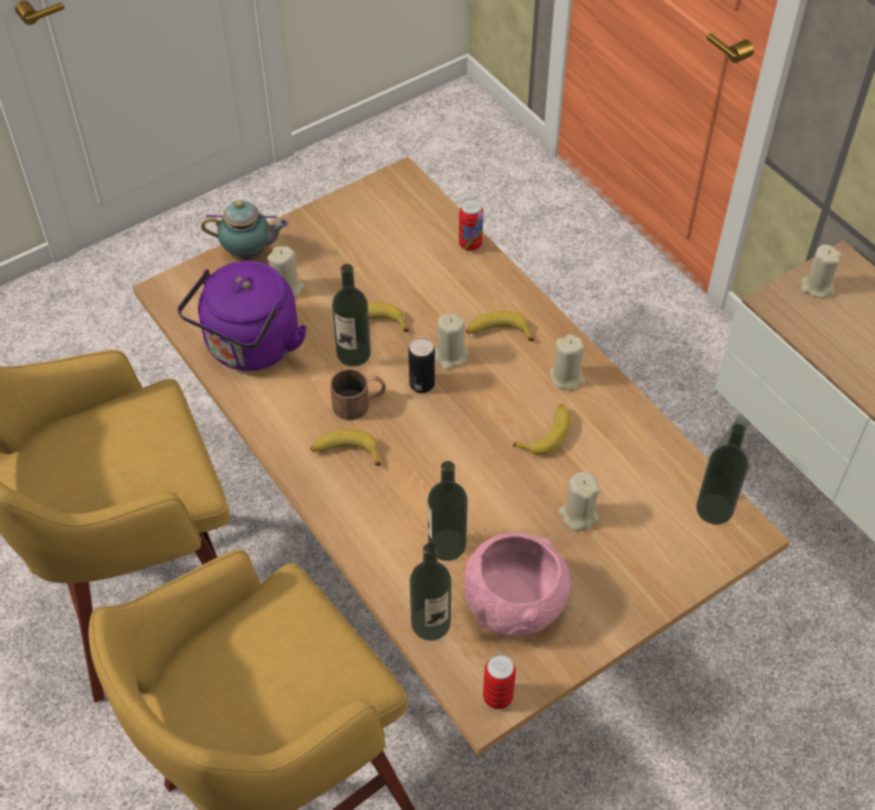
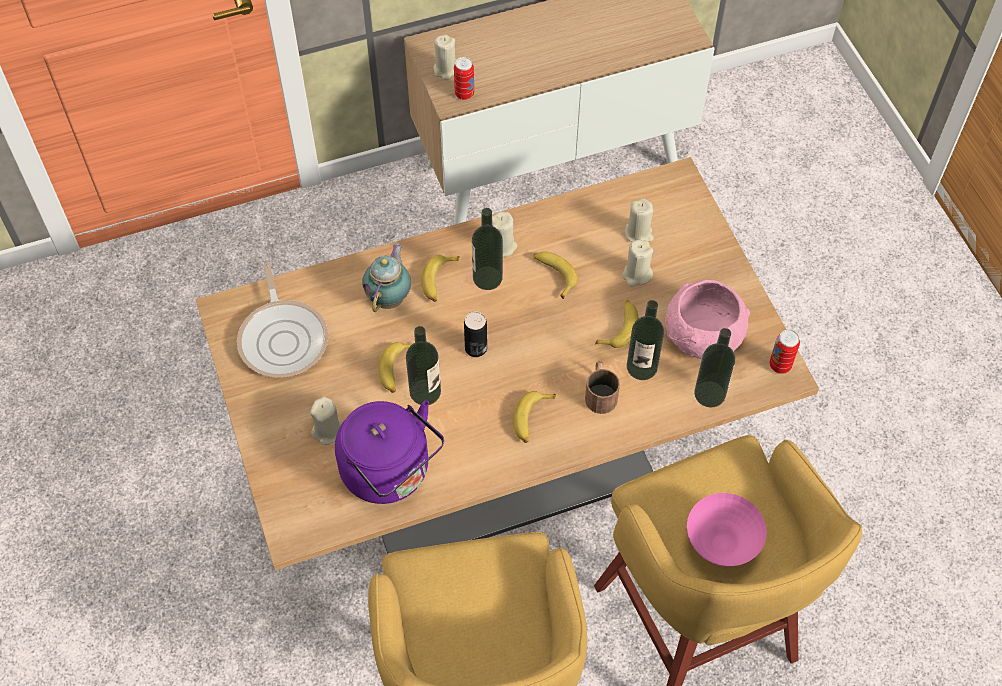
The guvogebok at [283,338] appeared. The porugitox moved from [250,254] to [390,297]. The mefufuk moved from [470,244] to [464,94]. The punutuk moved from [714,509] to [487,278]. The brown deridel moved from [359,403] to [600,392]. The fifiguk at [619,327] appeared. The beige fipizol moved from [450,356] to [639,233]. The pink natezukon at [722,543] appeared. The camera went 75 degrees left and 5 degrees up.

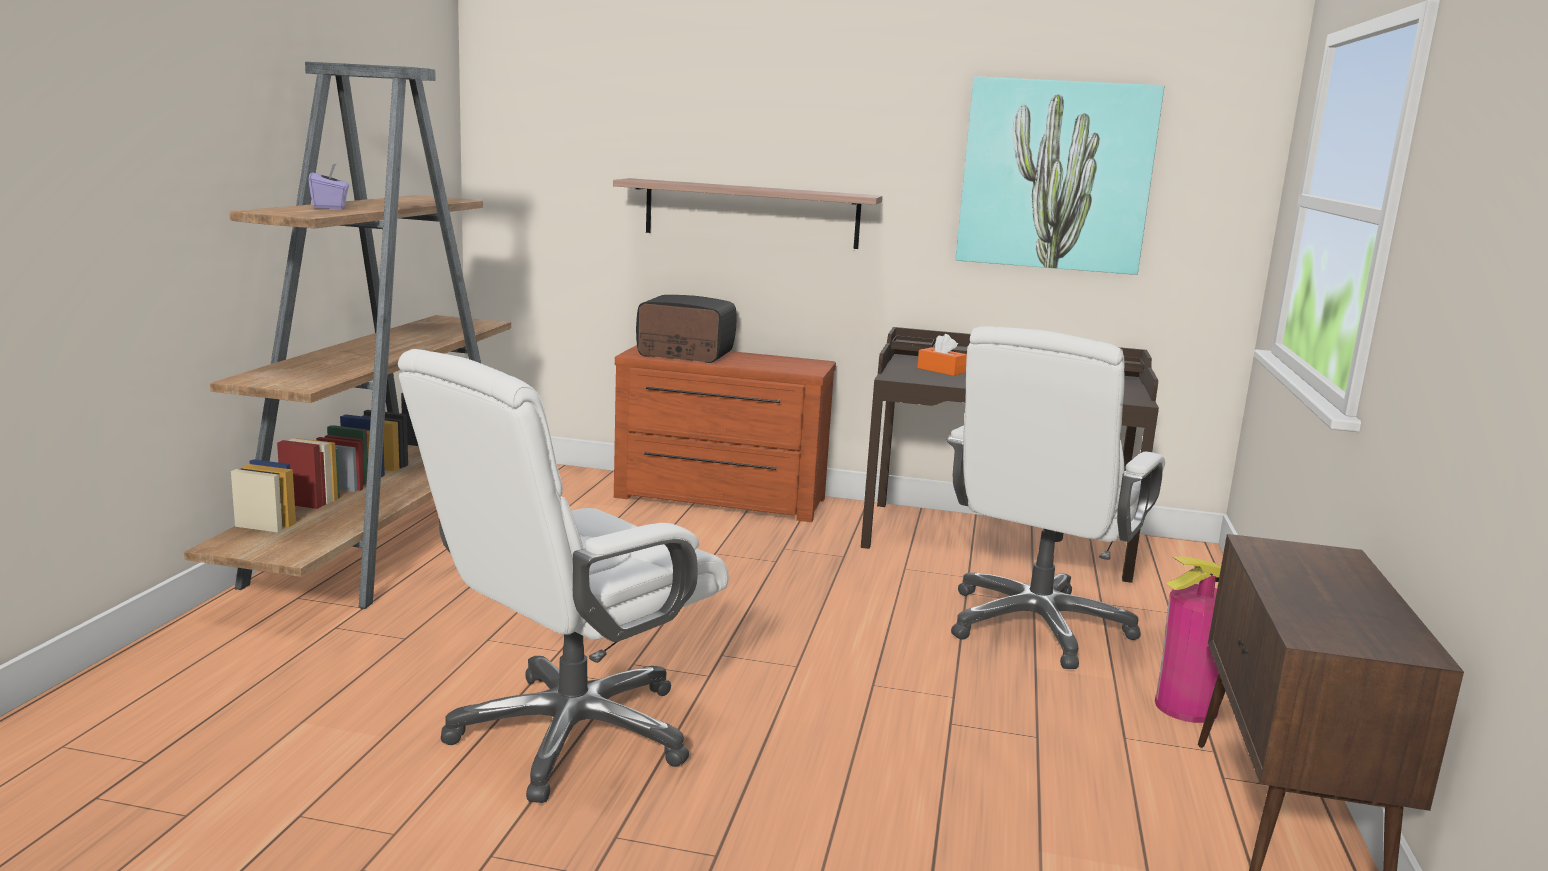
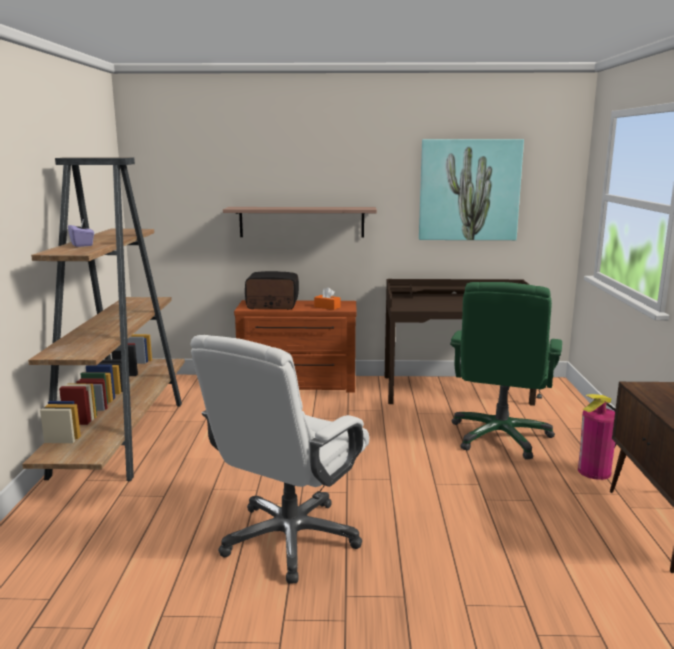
The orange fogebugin moved from [941,370] to [327,307]. The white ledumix at [1036,626] became the green ledumix at [500,437]. The camera went 10 degrees left and 0 degrees up.

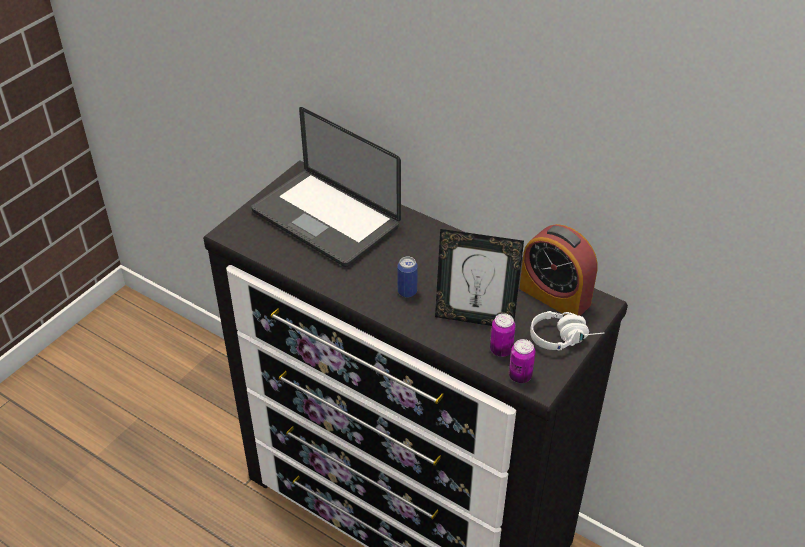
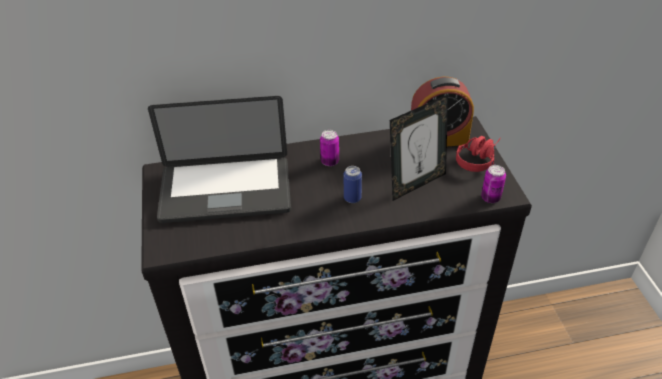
The mefufuk moved from [501,350] to [330,161]. The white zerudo at [565,337] became the red zerudo at [478,158]. The camera went 45 degrees left and 0 degrees up.

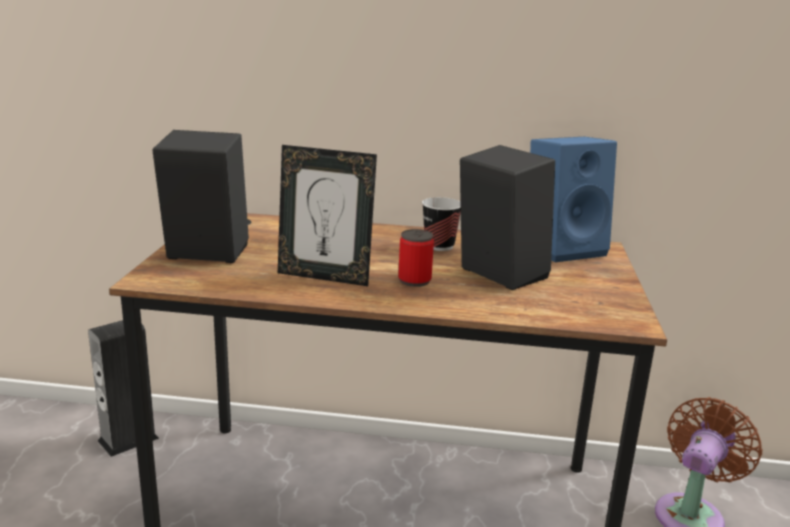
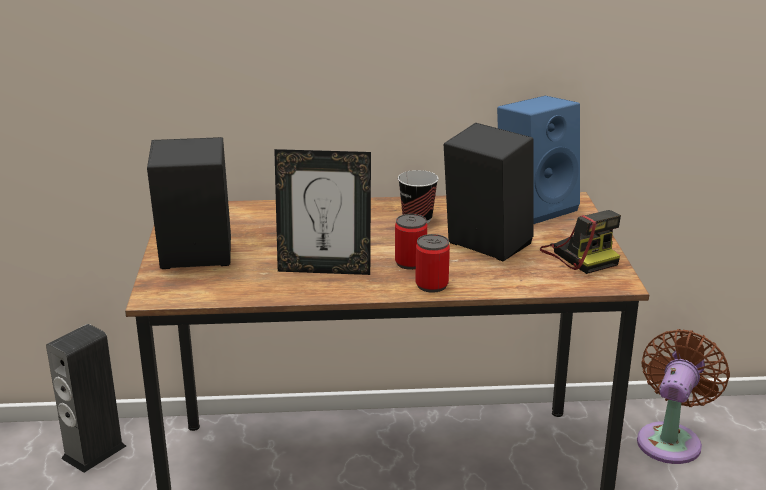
The mefufuk at [431,285] appeared. The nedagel at [579,255] appeared. The camera went 10 degrees left and 5 degrees up.

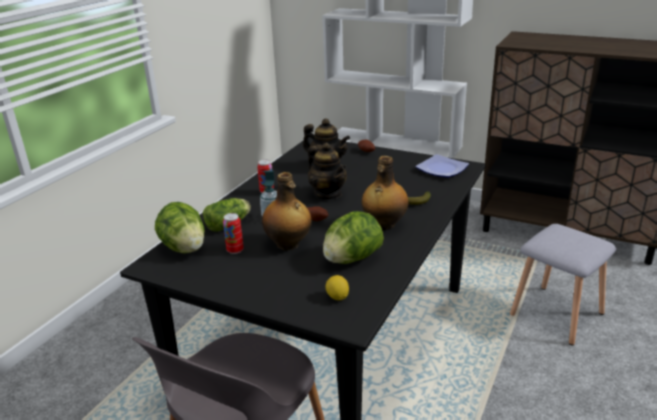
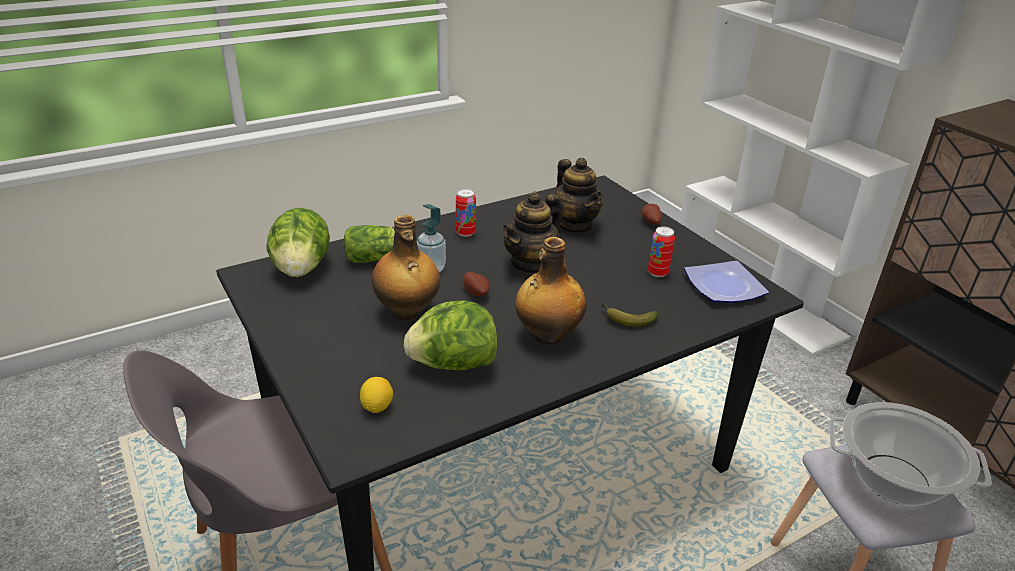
The porugitox at [328,194] turned 45 degrees clockwise. The mefufuk moved from [235,250] to [657,273]. The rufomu at [893,480] appeared. The camera went 30 degrees right and 5 degrees up.

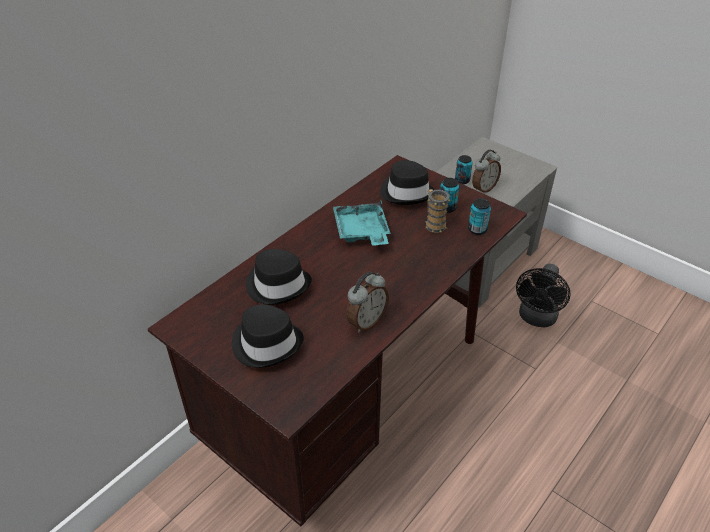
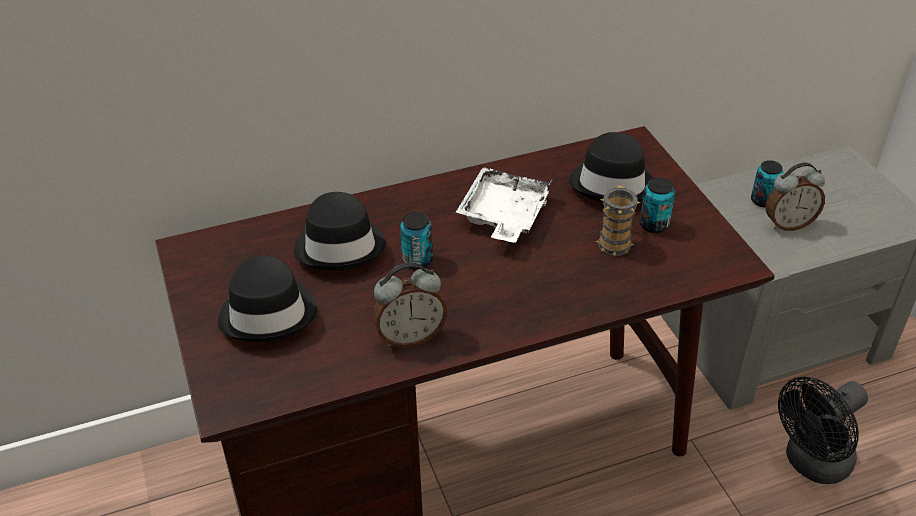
The mefufuk moved from [477,229] to [417,260]. The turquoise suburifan at [361,232] became the white suburifan at [503,216]. The camera went 30 degrees right and 0 degrees up.

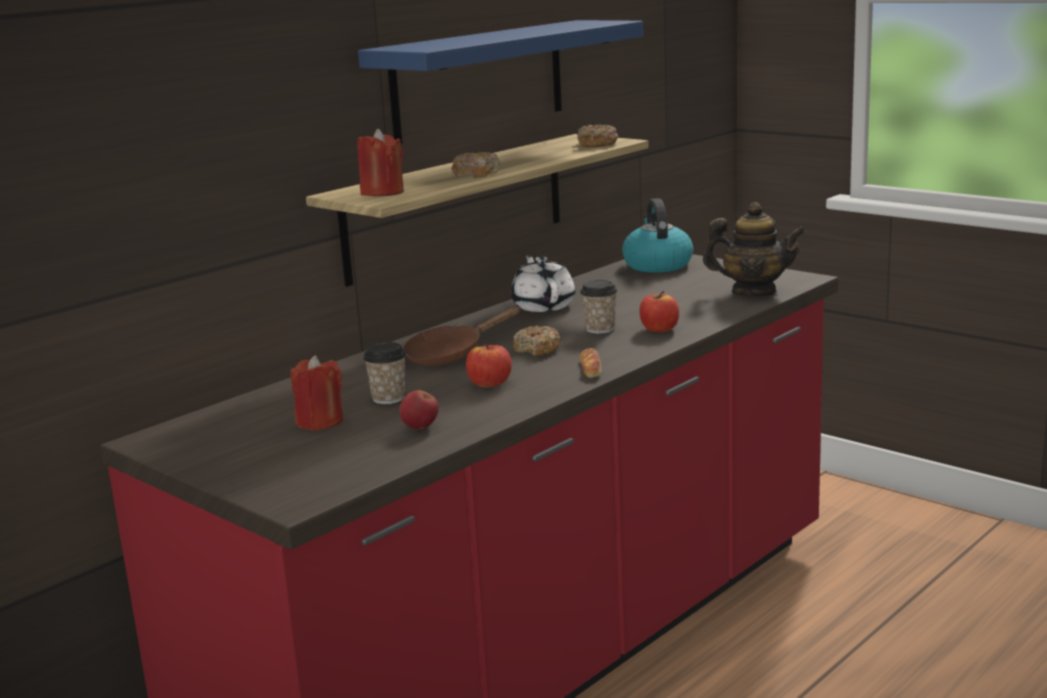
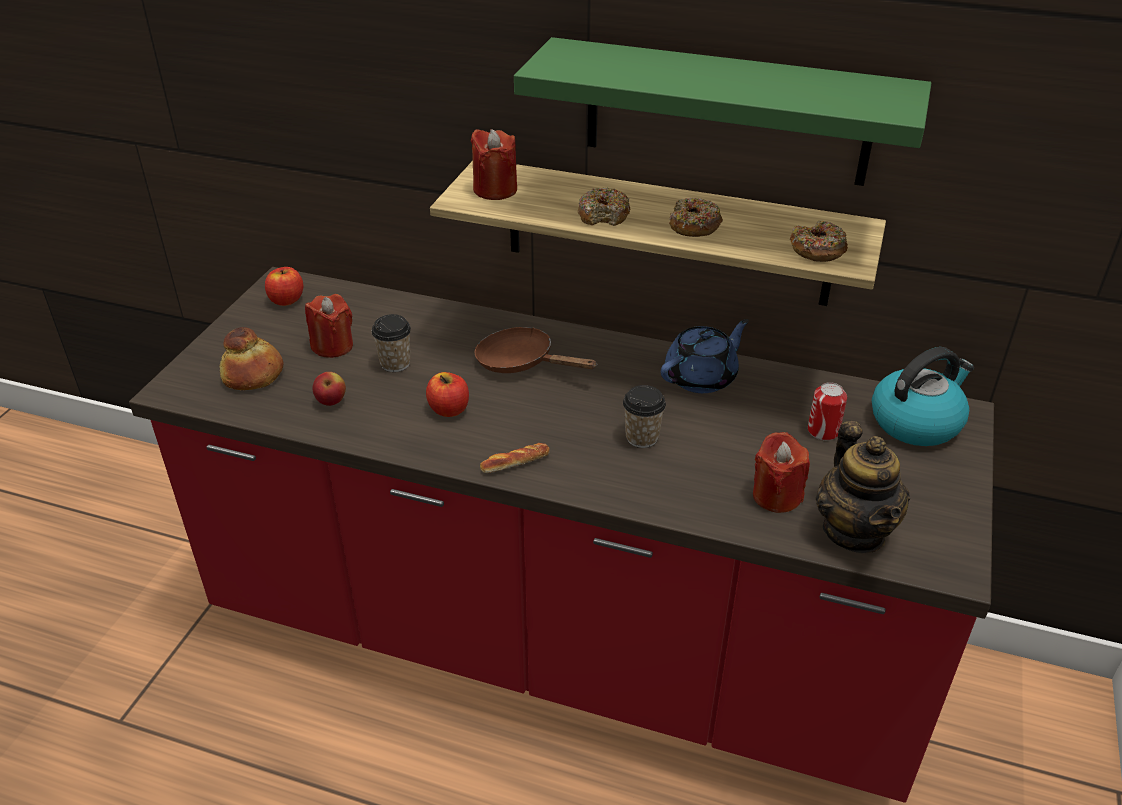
The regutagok at [254,374] appeared. The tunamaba moved from [659,329] to [286,300]. The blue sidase at [479,80] became the green sidase at [726,112]. The white porugitox at [543,305] became the blue porugitox at [702,377]. The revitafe moved from [537,349] to [694,226]. The red fipizol at [776,496] appeared. The mefufuk at [823,431] appeared. The camera went 65 degrees right and 20 degrees up.

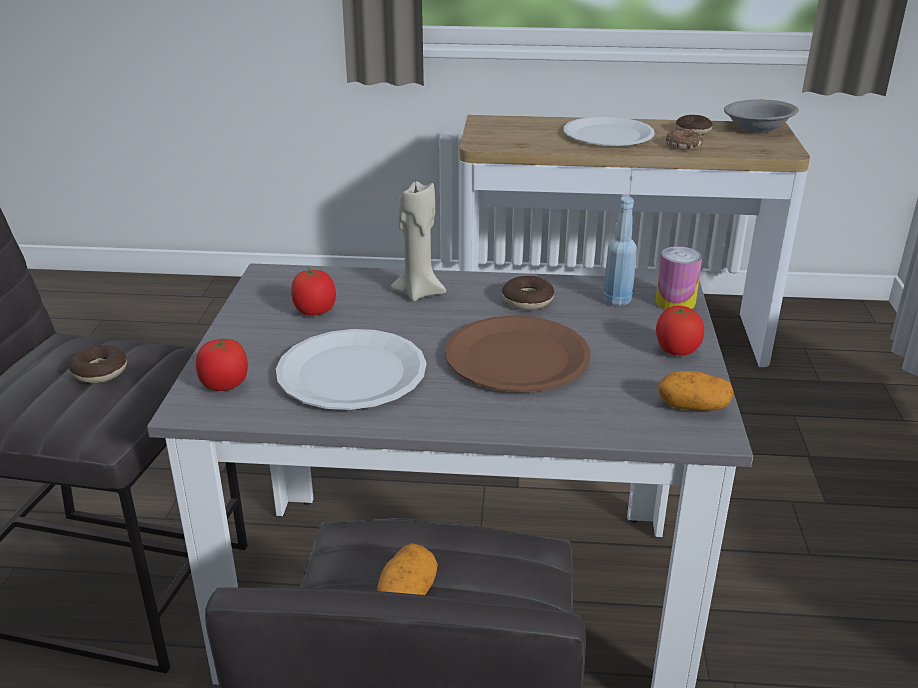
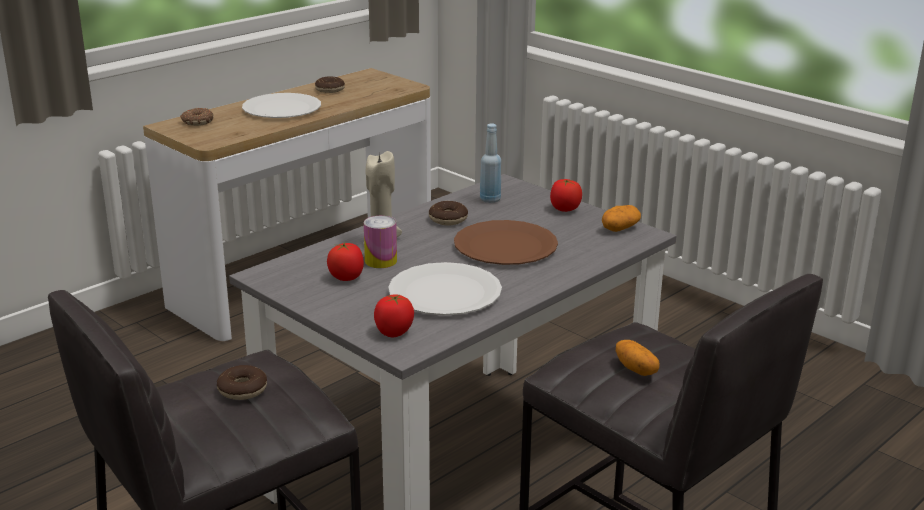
The revitafe moved from [682,145] to [197,122]. The mefufuk moved from [675,302] to [381,261]. The grey natezukon at [757,129] disappeared. The camera went 50 degrees left and 5 degrees down.

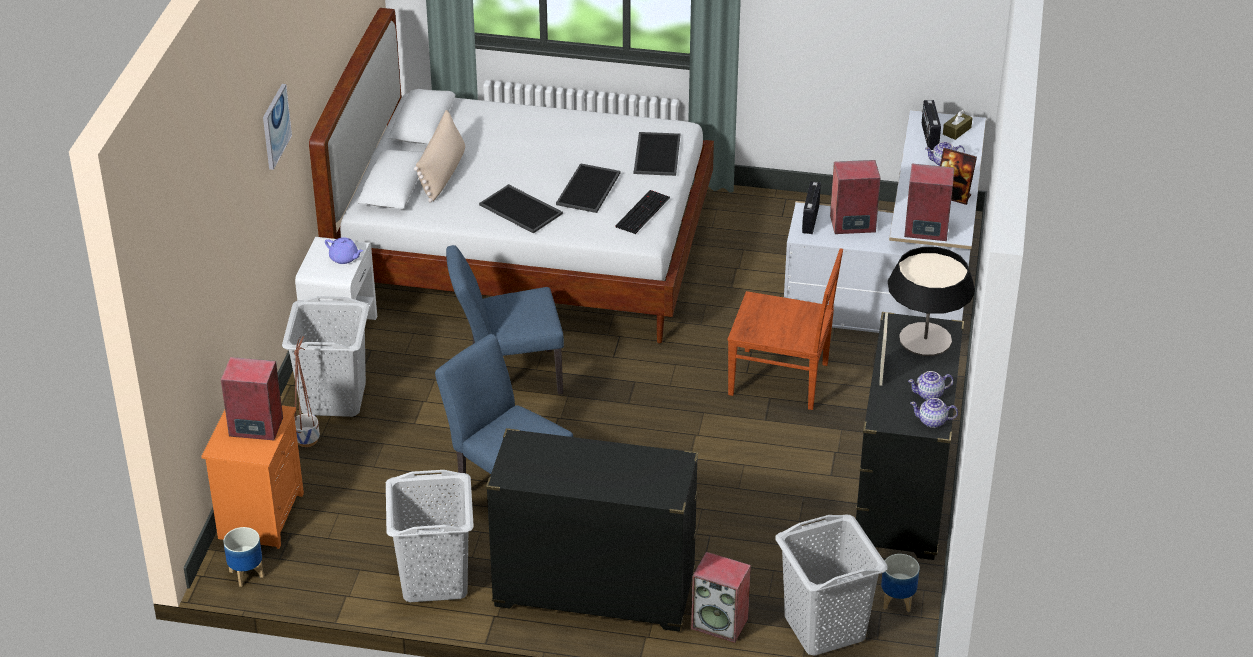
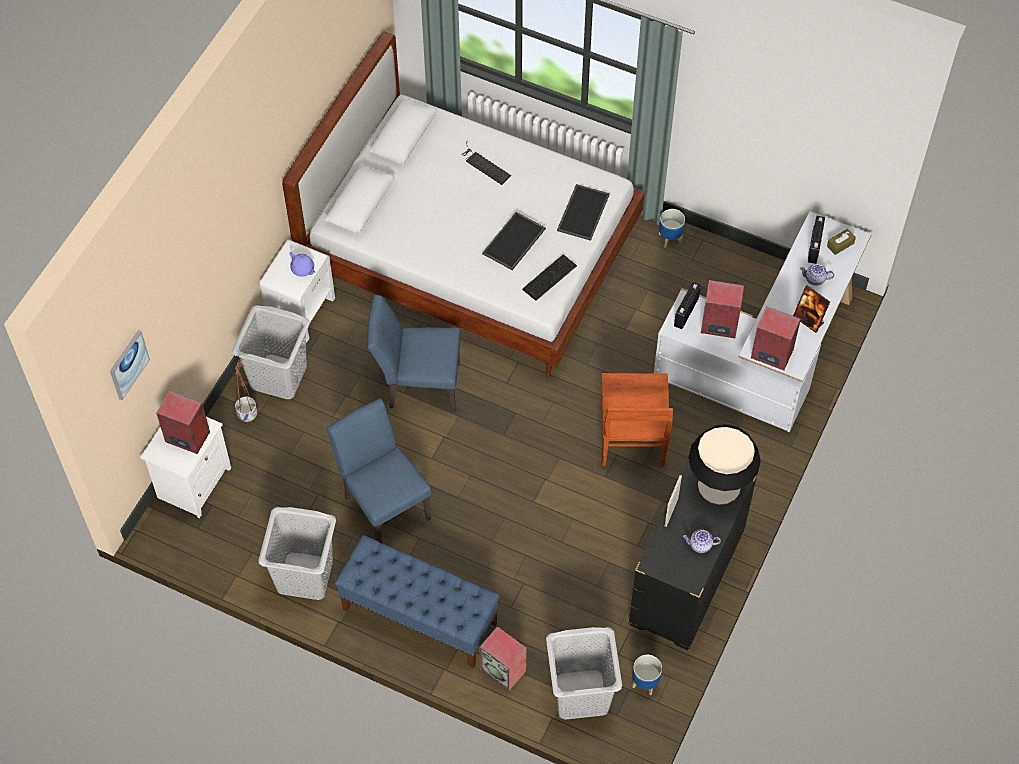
The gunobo moved from [275,126] to [128,364]. The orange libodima at [260,515] became the white libodima at [193,482]. The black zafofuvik at [594,591] was replaced by the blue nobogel at [419,616]. The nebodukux at [484,165] appeared. The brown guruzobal at [781,380] turned 60 degrees clockwise. The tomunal moved from [247,574] to [670,238]. The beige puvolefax at [442,174] disappeared. The suburifan at [522,209] disappeared. The porugitox at [932,421] disappeared. The camera went 15 degrees right and 20 degrees up.

